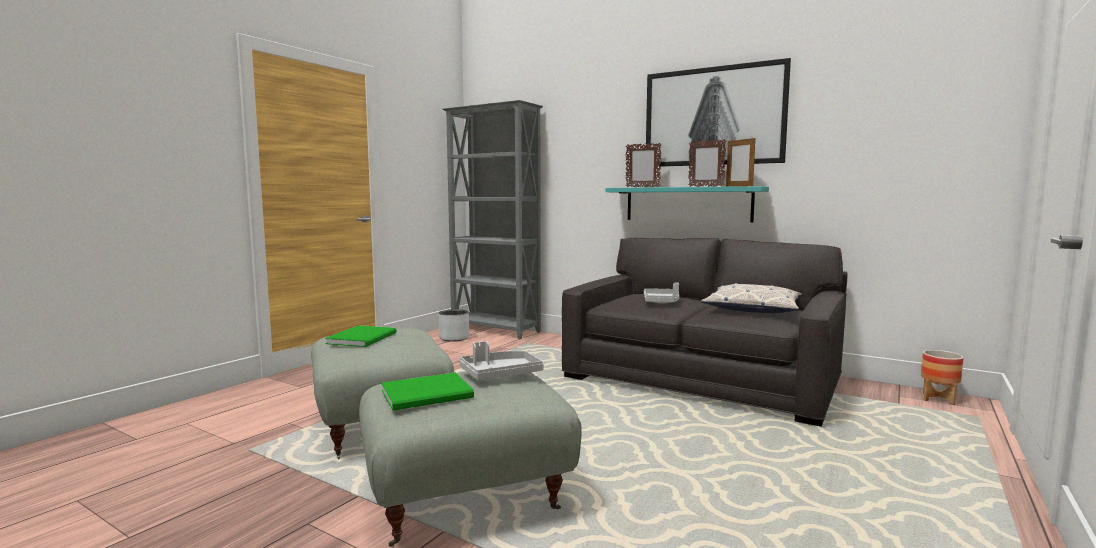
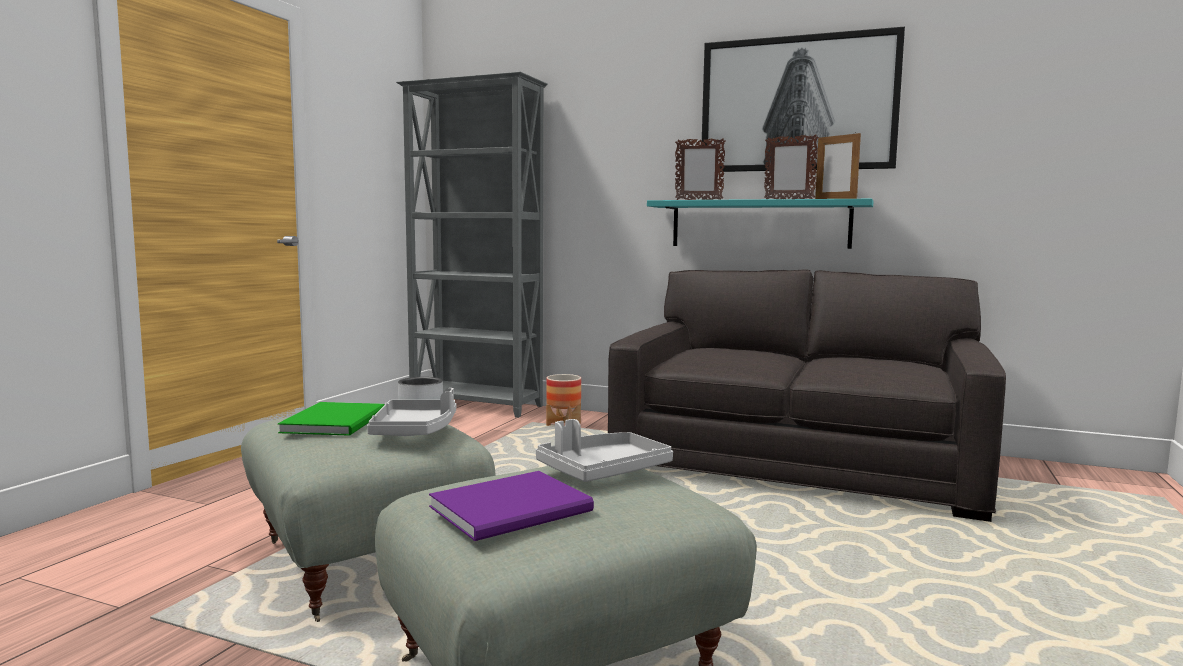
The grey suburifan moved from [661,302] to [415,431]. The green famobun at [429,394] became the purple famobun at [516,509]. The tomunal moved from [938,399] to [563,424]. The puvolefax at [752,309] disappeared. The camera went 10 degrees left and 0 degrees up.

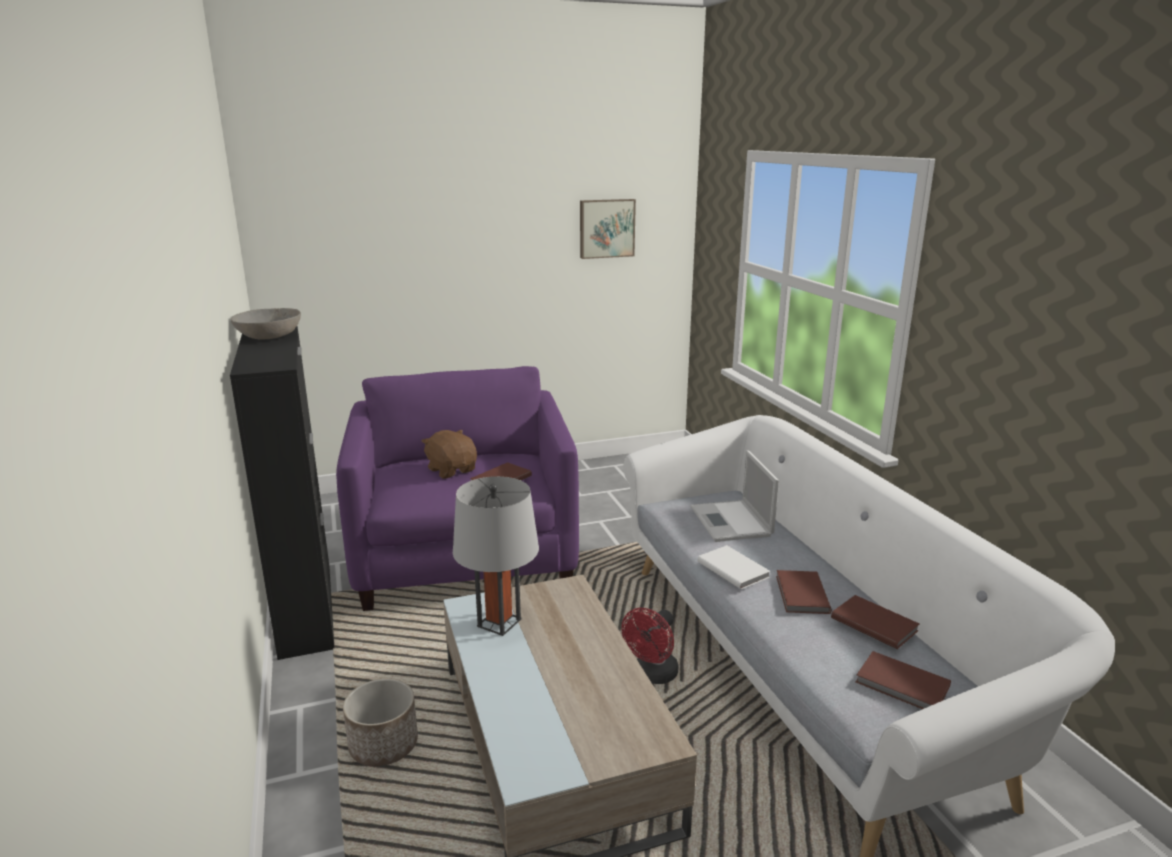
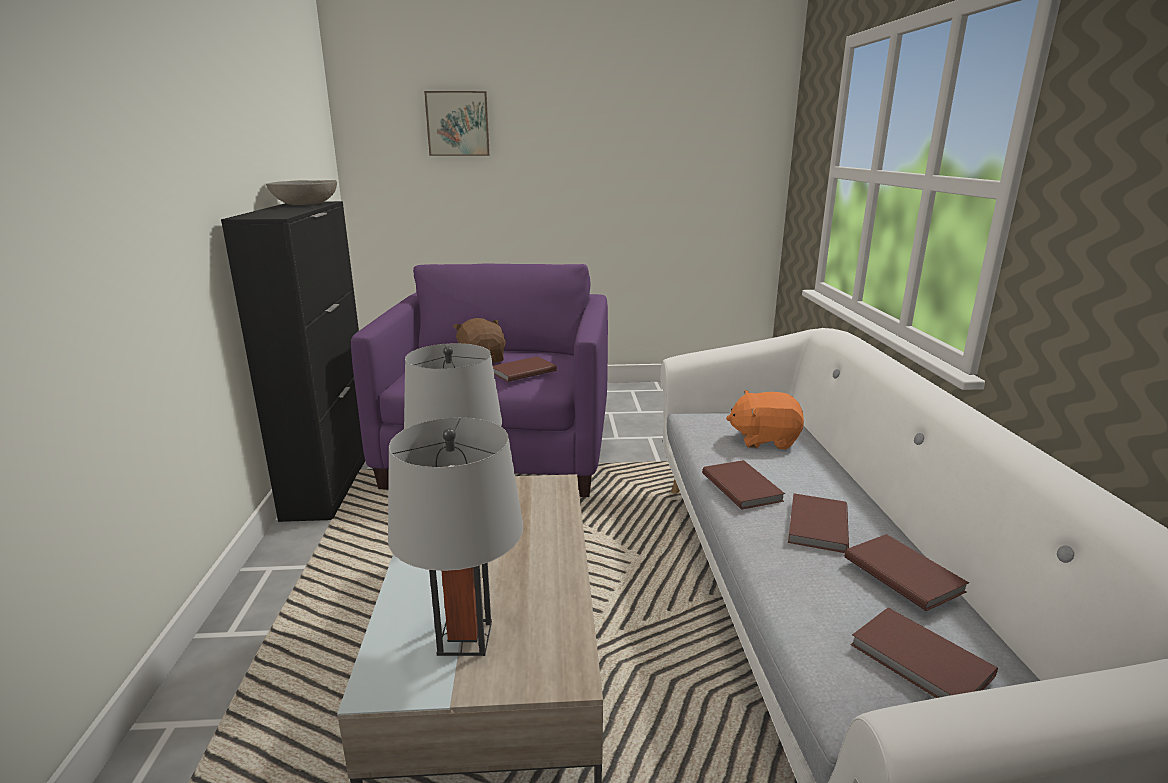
The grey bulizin at [465,638] appeared. The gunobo moved from [606,228] to [458,124]. The white famobun at [733,568] became the brown famobun at [742,486]. The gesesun at [731,522] was replaced by the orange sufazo at [764,440]. The tomunal at [383,745] disappeared. The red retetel at [652,675] disappeared. The camera went 15 degrees right and 0 degrees up.

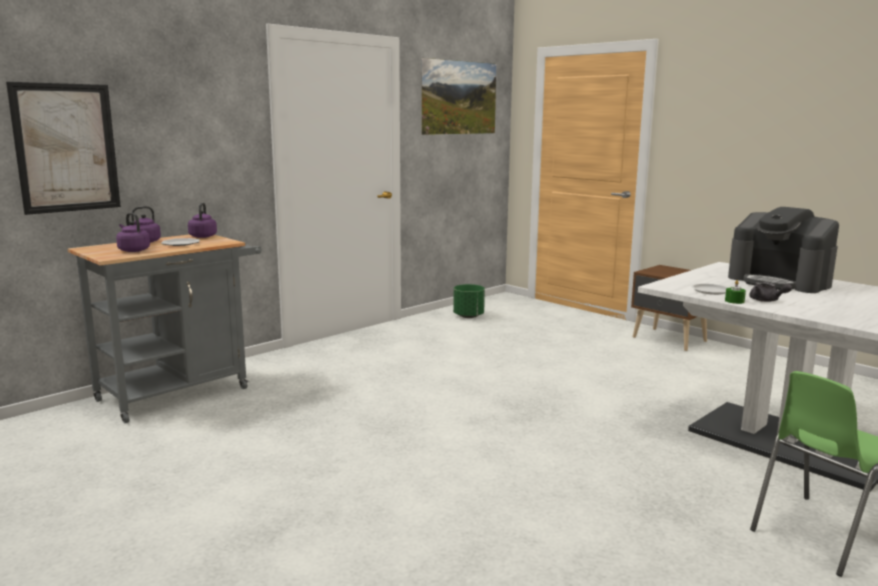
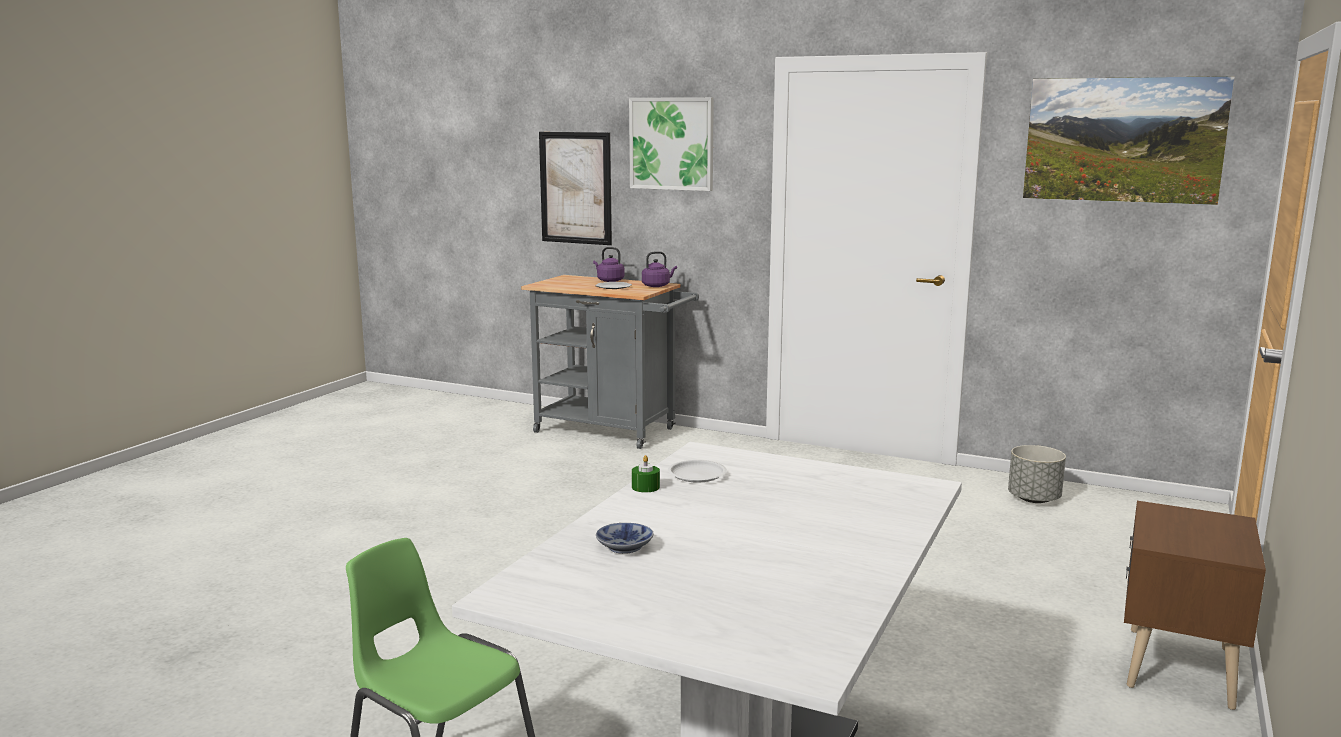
The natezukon at [627,547] appeared. The gunobo at [672,143] appeared. The green tomunal at [468,316] became the grey tomunal at [1034,499]. The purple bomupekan at [133,250] disappeared. The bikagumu at [779,281] disappeared. The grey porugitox at [767,301] disappeared. The camera went 70 degrees right and 0 degrees up.

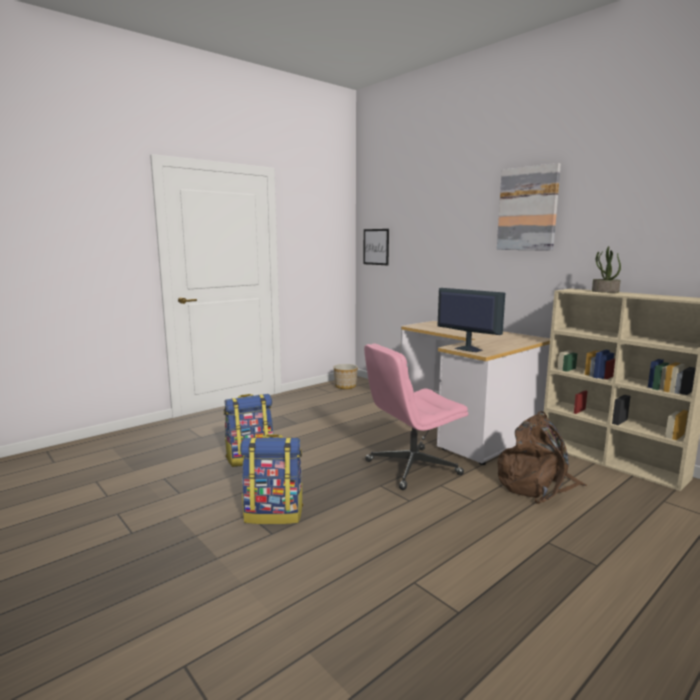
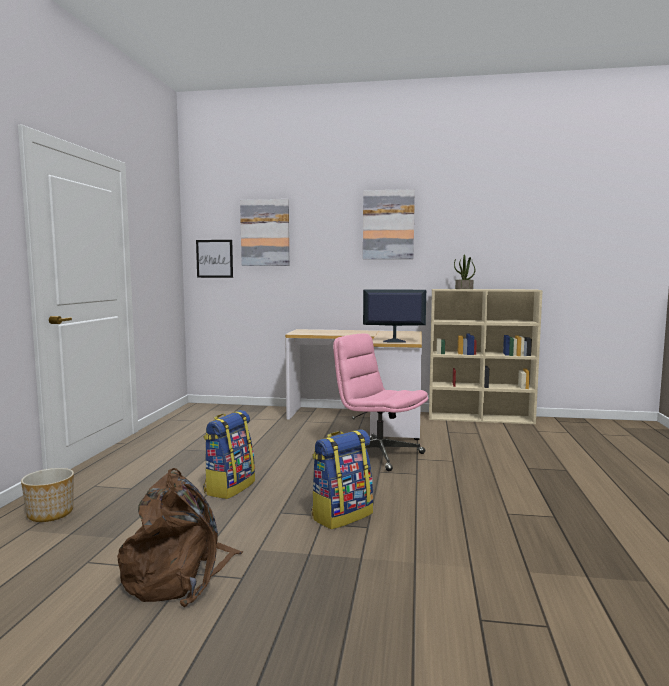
The tomunal moved from [345,386] to [50,513]. The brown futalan moved from [537,485] to [180,575]. The gunobo at [265,233] appeared. The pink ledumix at [411,468] turned 105 degrees clockwise. The camera went 40 degrees left and 5 degrees down.

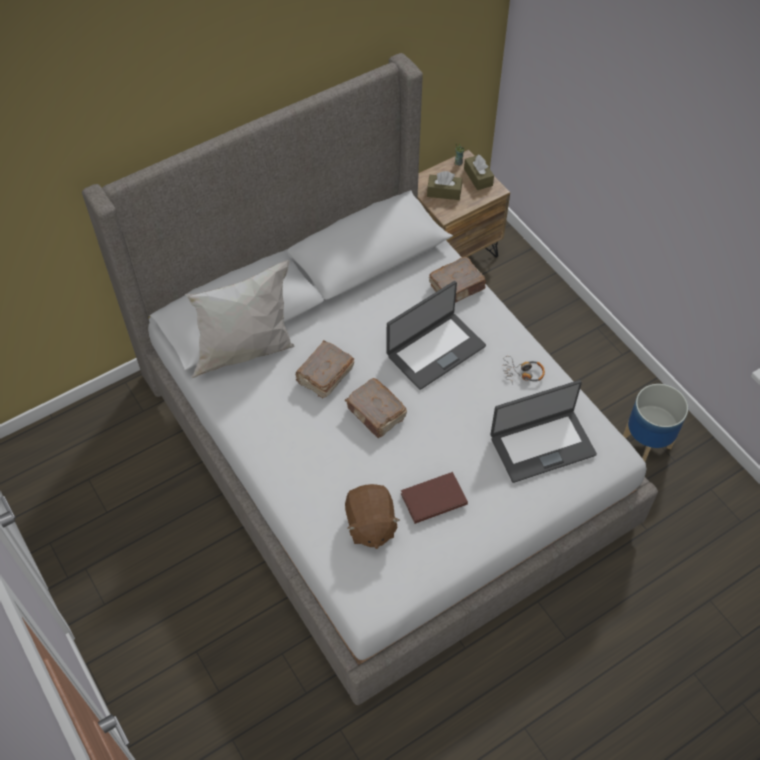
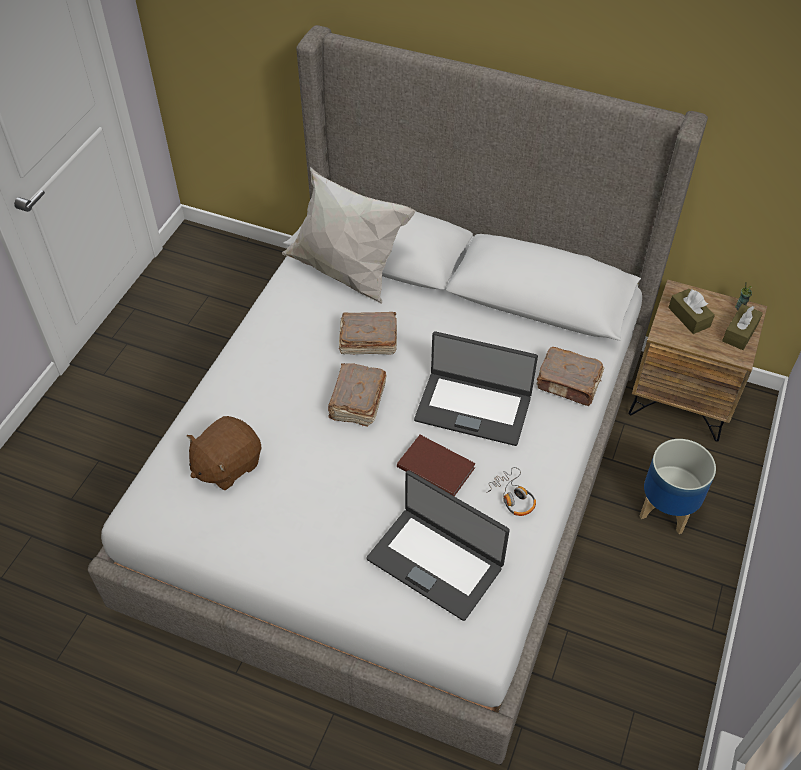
The brown famobun moved from [432,498] to [436,466]. The tomunal moved from [647,441] to [667,510]. The camera went 55 degrees right and 5 degrees down.

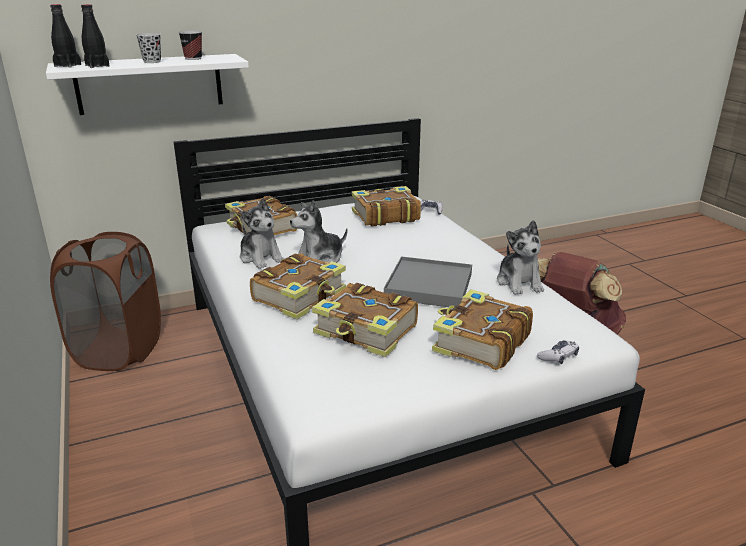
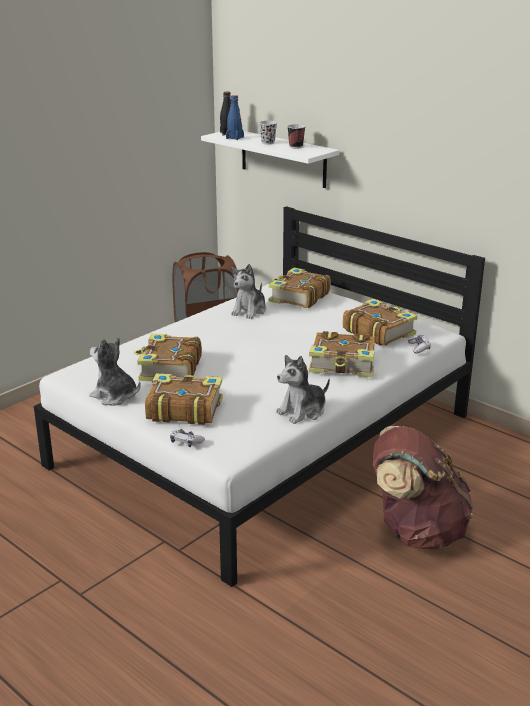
The sufazo moved from [319,259] to [115,396]. The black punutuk at [97,66] became the blue punutuk at [234,138]. The famobun moved from [301,296] to [343,365]. The grey suburifan at [429,286] disappeared. The camera went 65 degrees right and 0 degrees up.

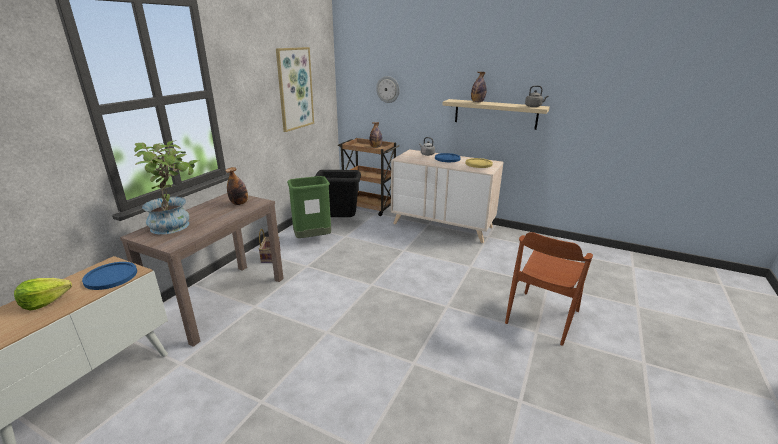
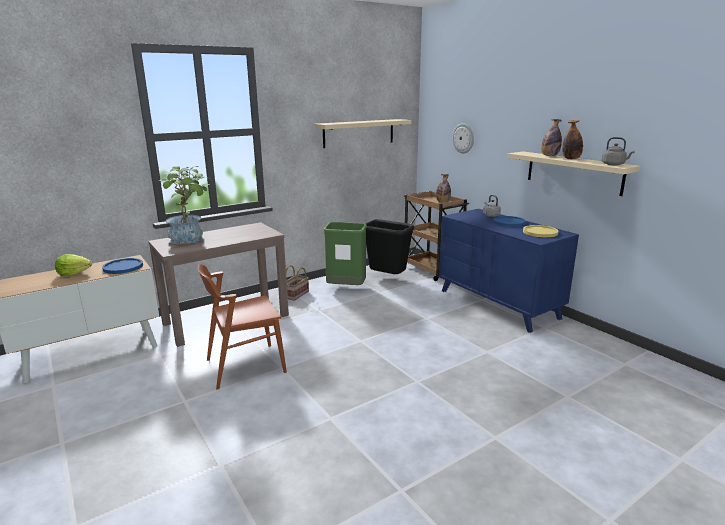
The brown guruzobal moved from [542,317] to [245,365]. The gunobo at [295,89] was replaced by the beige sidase at [359,133]. The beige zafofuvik at [443,225] became the blue zafofuvik at [498,304]. The punutuk moved from [239,203] to [571,159]. The camera went 30 degrees right and 5 degrees down.

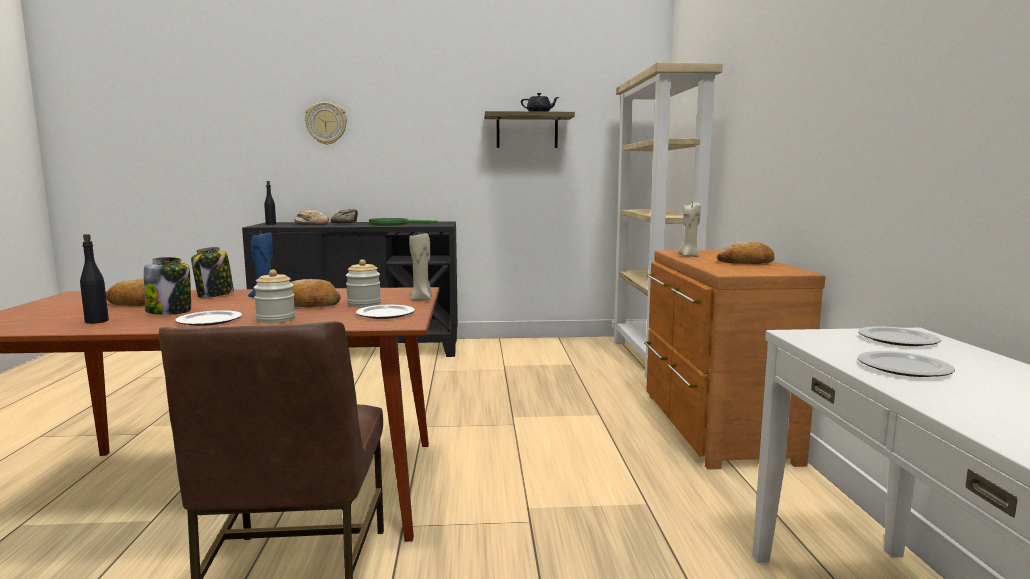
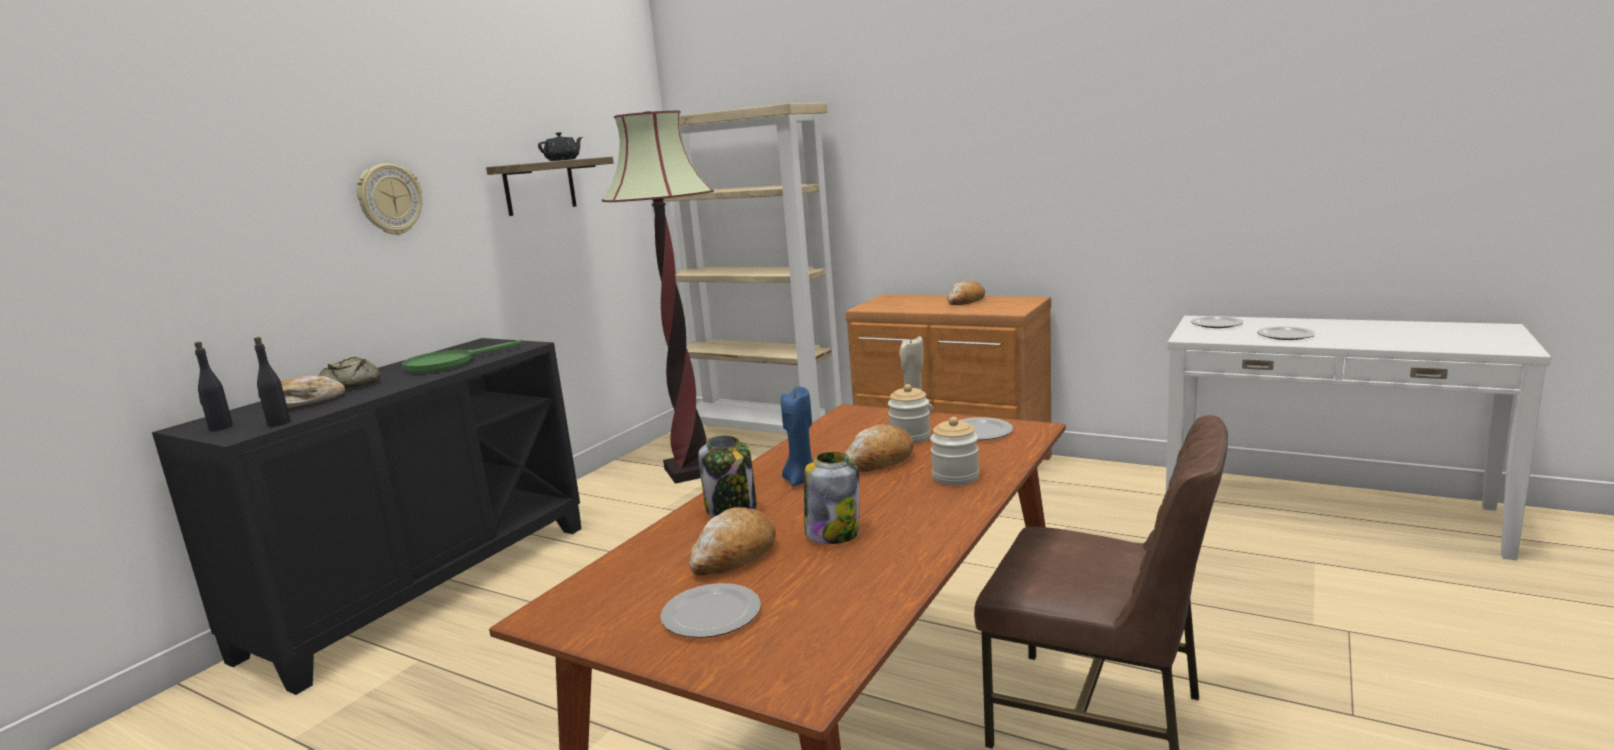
The black punutuk moved from [97,321] to [278,423]. The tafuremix moved from [326,123] to [389,199]. The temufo at [692,471] appeared. The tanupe moved from [210,320] to [710,614]. The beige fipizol at [688,256] disappeared. The camera went 55 degrees left and 5 degrees up.

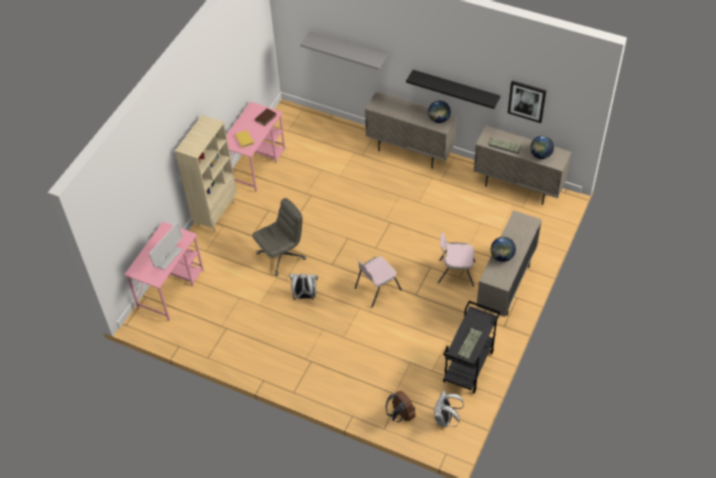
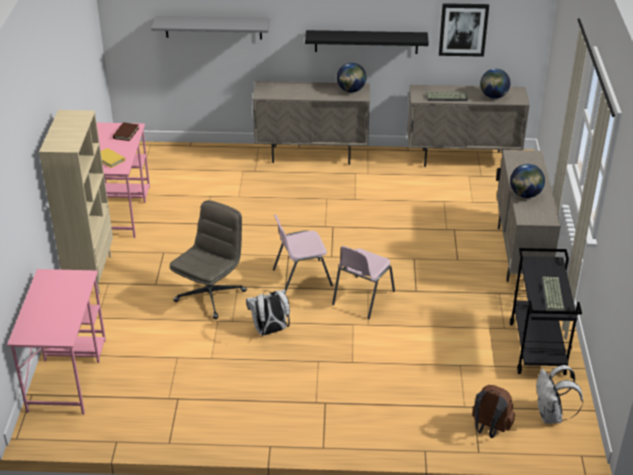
The pink guruzobal moved from [455,272] to [301,277]. The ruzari at [167,257] disappeared. The camera went 25 degrees left and 15 degrees down.

